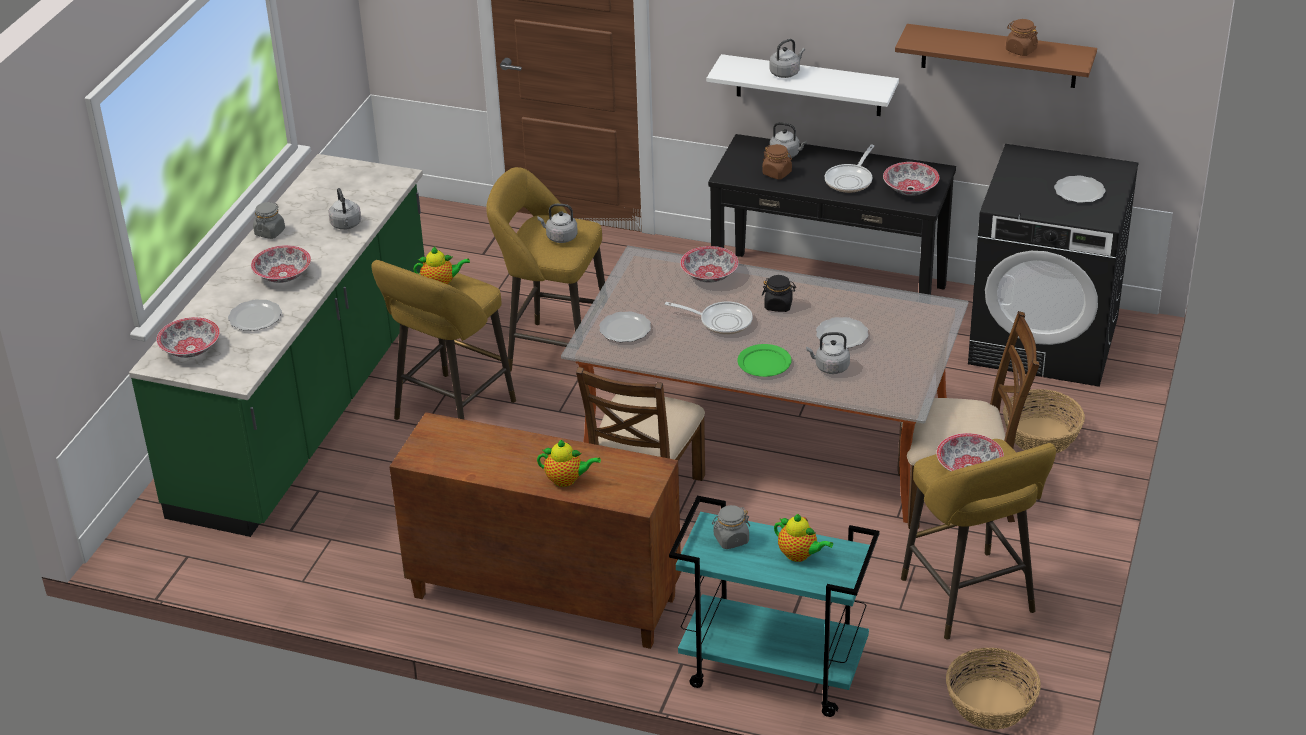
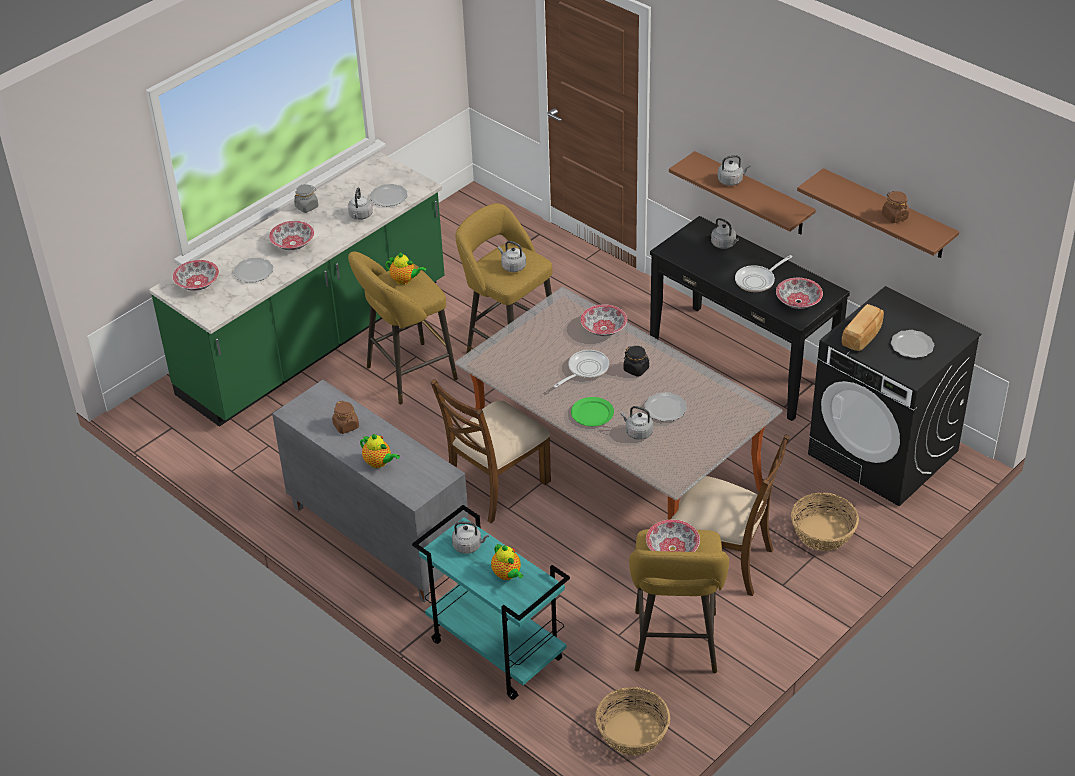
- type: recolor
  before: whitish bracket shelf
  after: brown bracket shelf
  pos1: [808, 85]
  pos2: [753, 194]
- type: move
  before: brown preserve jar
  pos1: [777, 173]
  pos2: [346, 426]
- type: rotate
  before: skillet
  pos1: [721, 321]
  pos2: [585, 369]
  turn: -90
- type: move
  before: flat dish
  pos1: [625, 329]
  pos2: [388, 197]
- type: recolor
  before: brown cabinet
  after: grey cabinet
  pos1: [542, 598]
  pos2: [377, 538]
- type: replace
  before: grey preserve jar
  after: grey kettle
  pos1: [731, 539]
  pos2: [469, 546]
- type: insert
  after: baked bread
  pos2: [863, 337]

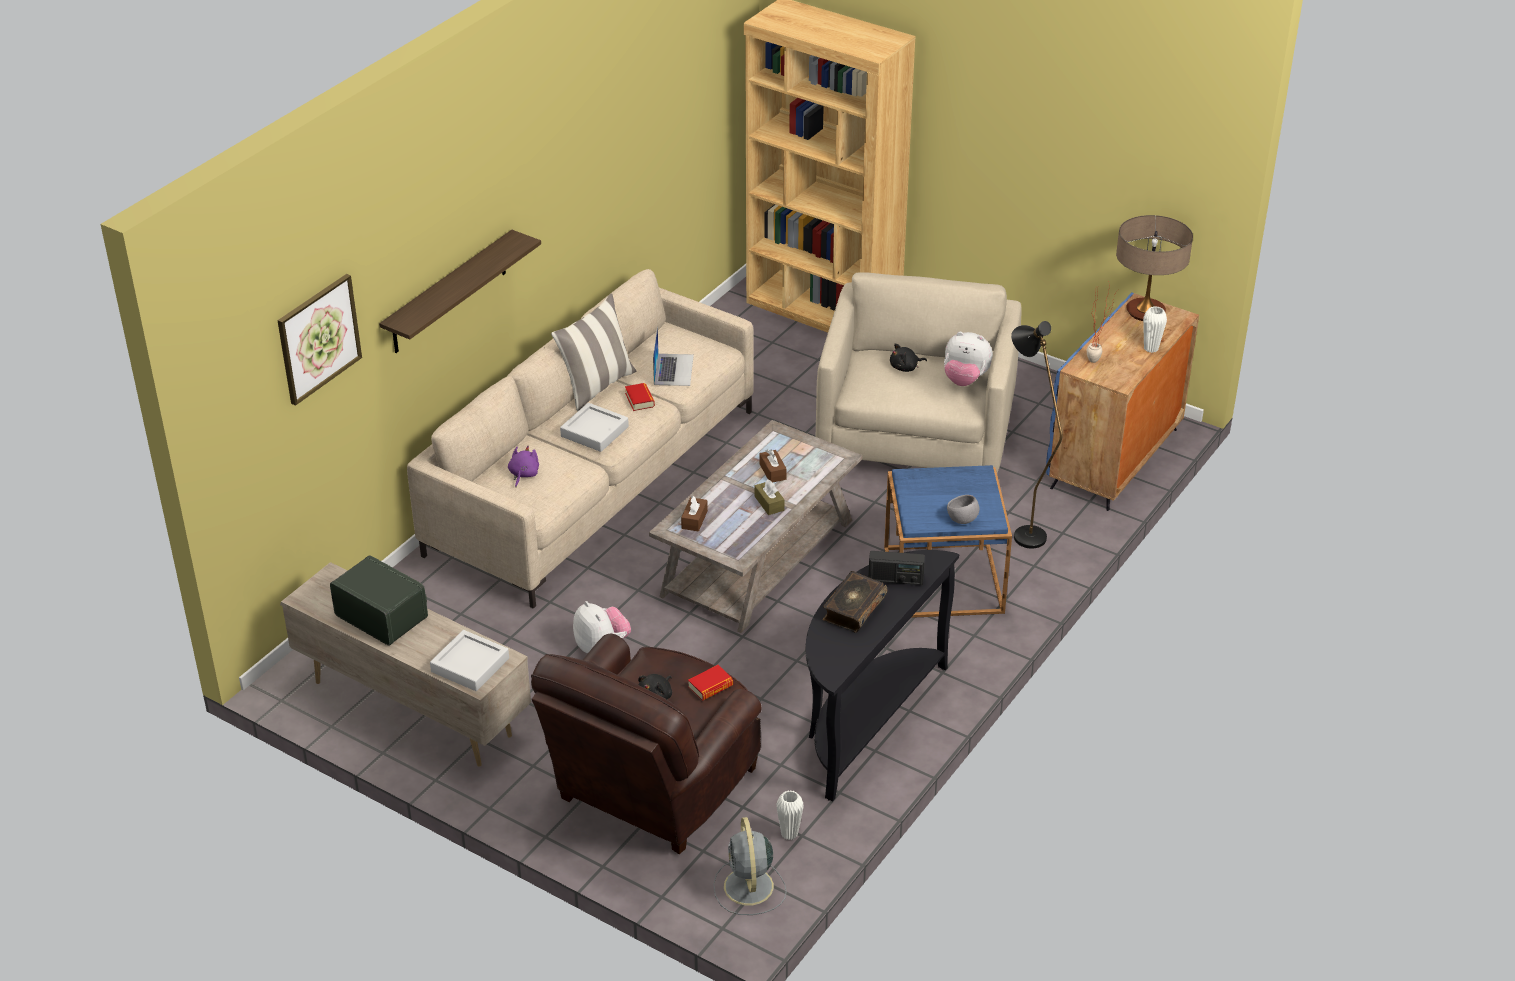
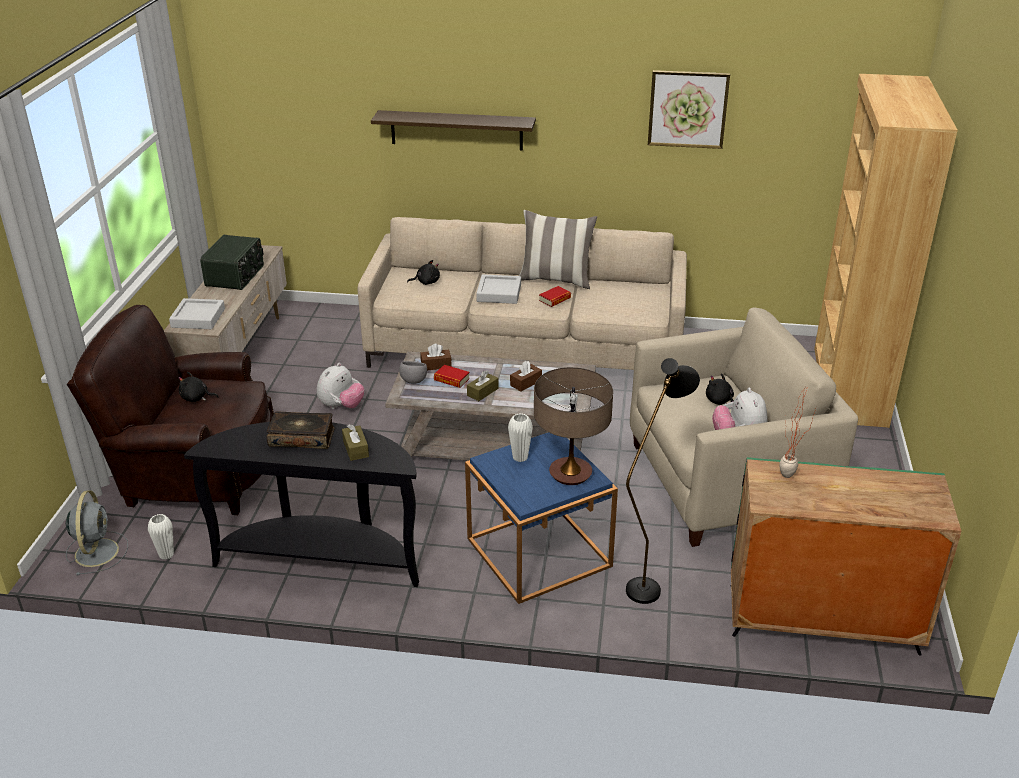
- type: move
  before: table lamp
  pos1: [1145, 312]
  pos2: [570, 474]
- type: move
  before: wall picture
  pos1: [318, 338]
  pos2: [688, 109]
- type: recolor
  before: bluish cabinet
  after: greenish cabinet
  pos1: [1114, 459]
  pos2: [821, 619]
- type: move
  before: whitish decorative vase
  pos1: [1151, 348]
  pos2: [520, 457]
- type: delete
  before: laptop
  pos1: [673, 369]
- type: recolor
  before: purplish cuddly toy
  after: black cuddly toy
  pos1: [523, 474]
  pos2: [426, 282]
- type: move
  before: grey deep dish
  pos1: [962, 520]
  pos2: [413, 381]
- type: replace
  before: radio receiver
  after: brown tissue box
  pos1: [895, 579]
  pos2: [356, 449]
- type: move
  before: bound book
  pos1: [710, 686]
  pos2: [451, 379]
- type: rotate
  before: grey fan
  pos1: [749, 888]
  pos2: [97, 551]
  turn: 120

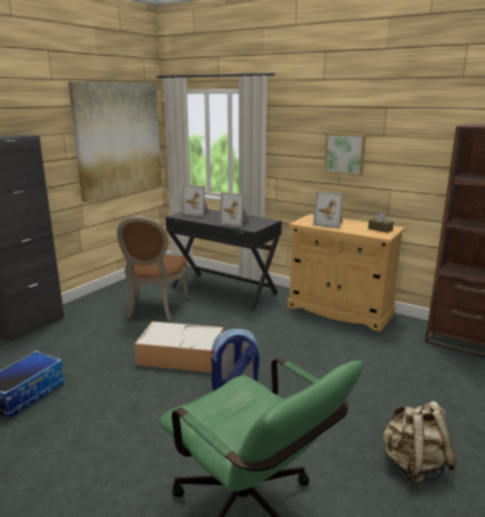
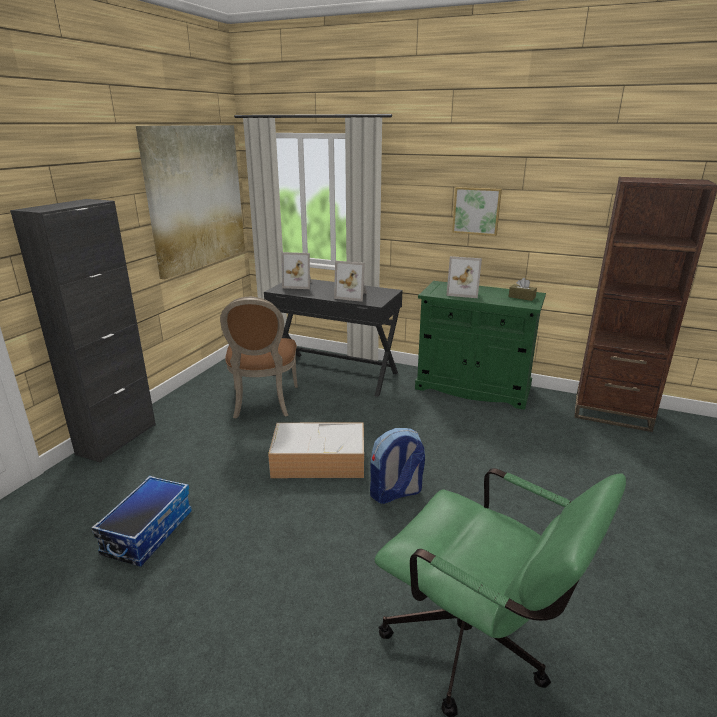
- type: recolor
  before: beige-coloured cabinet
  after: greenish cabinet
  pos1: [340, 310]
  pos2: [473, 388]
- type: delete
  before: beige-coloured knapsack
  pos1: [413, 466]

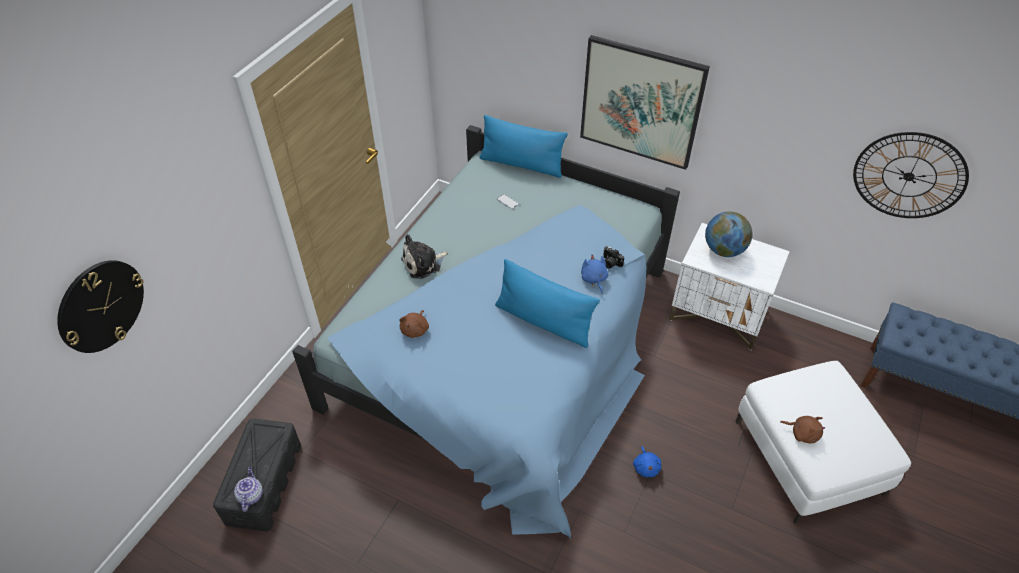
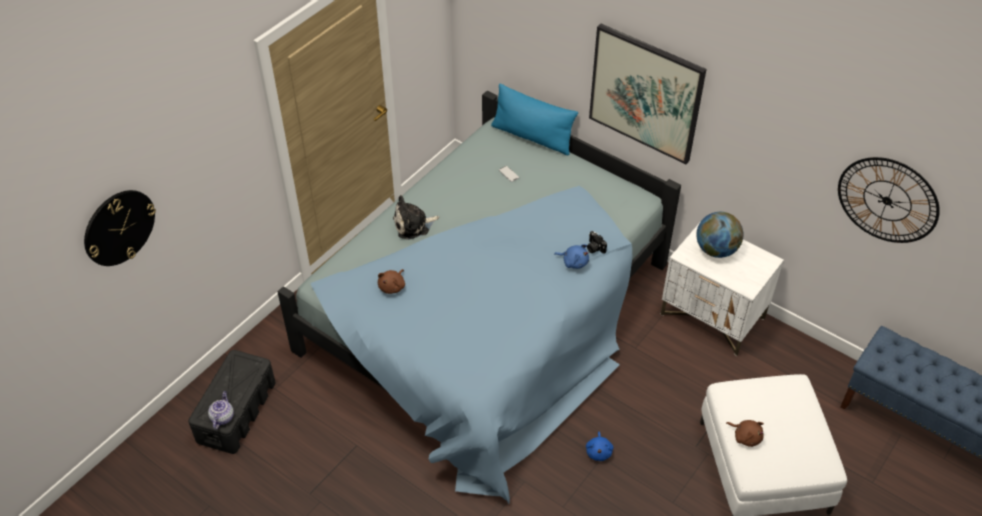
- type: rotate
  before: bluish cuddly toy
  pos1: [594, 279]
  pos2: [574, 262]
  turn: 120
- type: delete
  before: bluish pillow
  pos1: [543, 321]

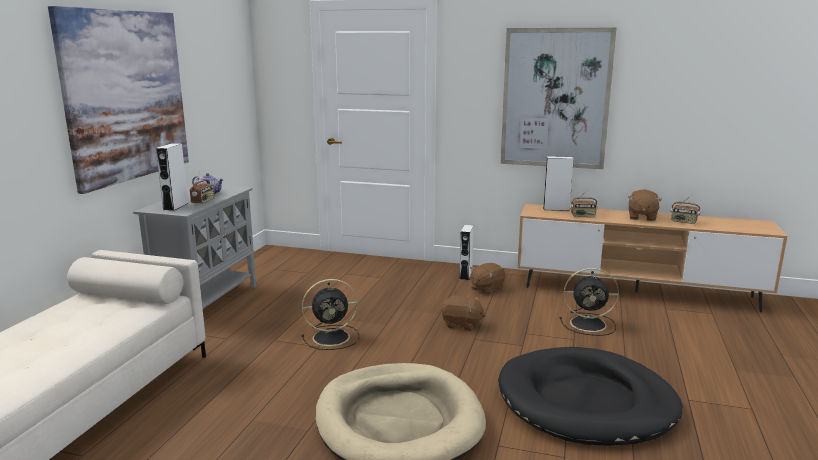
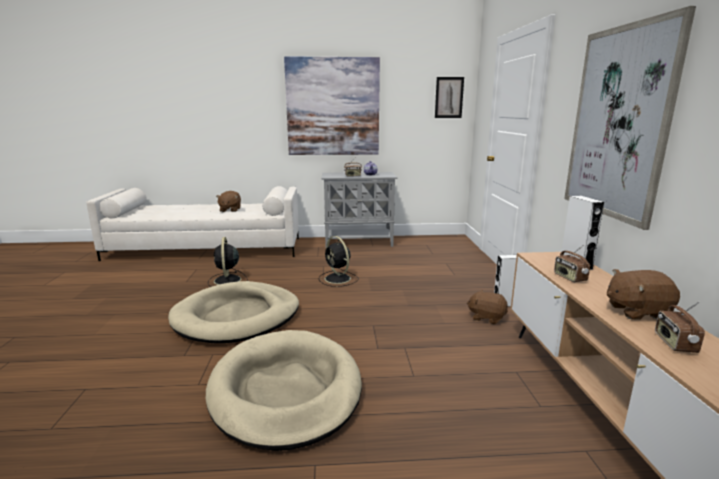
- type: delete
  before: whitish audio speaker
  pos1: [175, 206]
- type: move
  before: black fan
  pos1: [589, 324]
  pos2: [227, 280]
- type: move
  before: brown cuddly toy
  pos1: [462, 324]
  pos2: [230, 210]
- type: recolor
  before: black dog cushion
  after: beige-coloured dog cushion
  pos1: [586, 402]
  pos2: [286, 390]
- type: insert
  after: wall picture
  pos2: [449, 97]

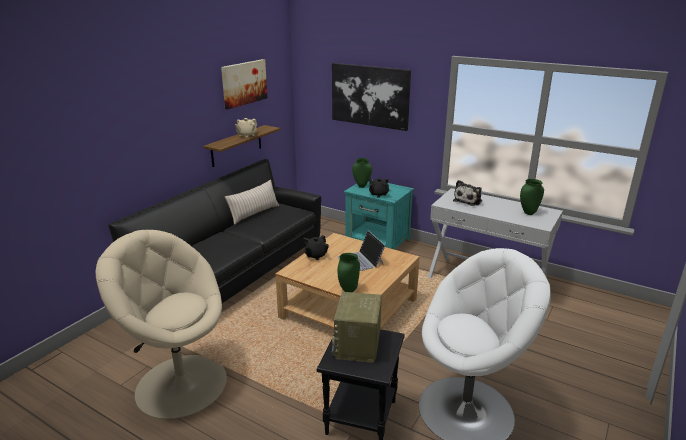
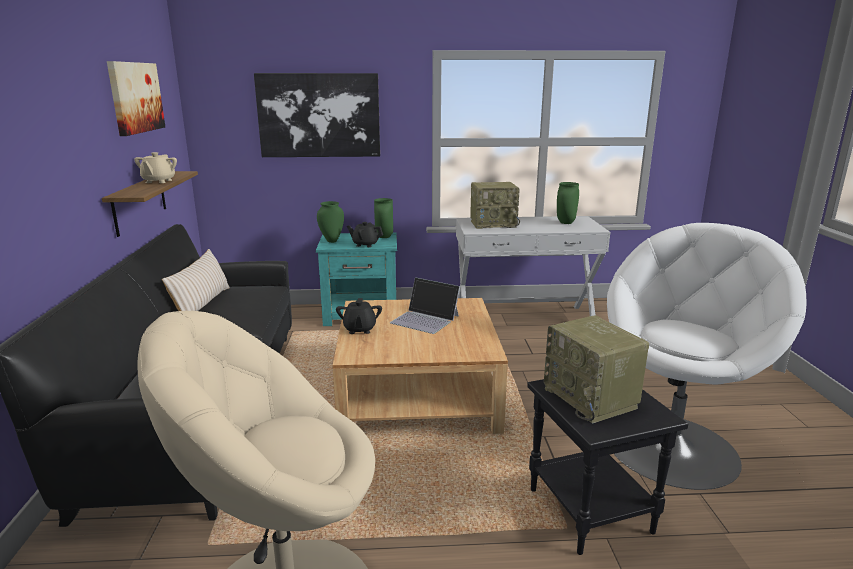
- type: replace
  before: cuddly toy
  after: radio receiver
  pos1: [468, 200]
  pos2: [494, 224]
- type: move
  before: greenish decorative vase
  pos1: [348, 290]
  pos2: [383, 237]

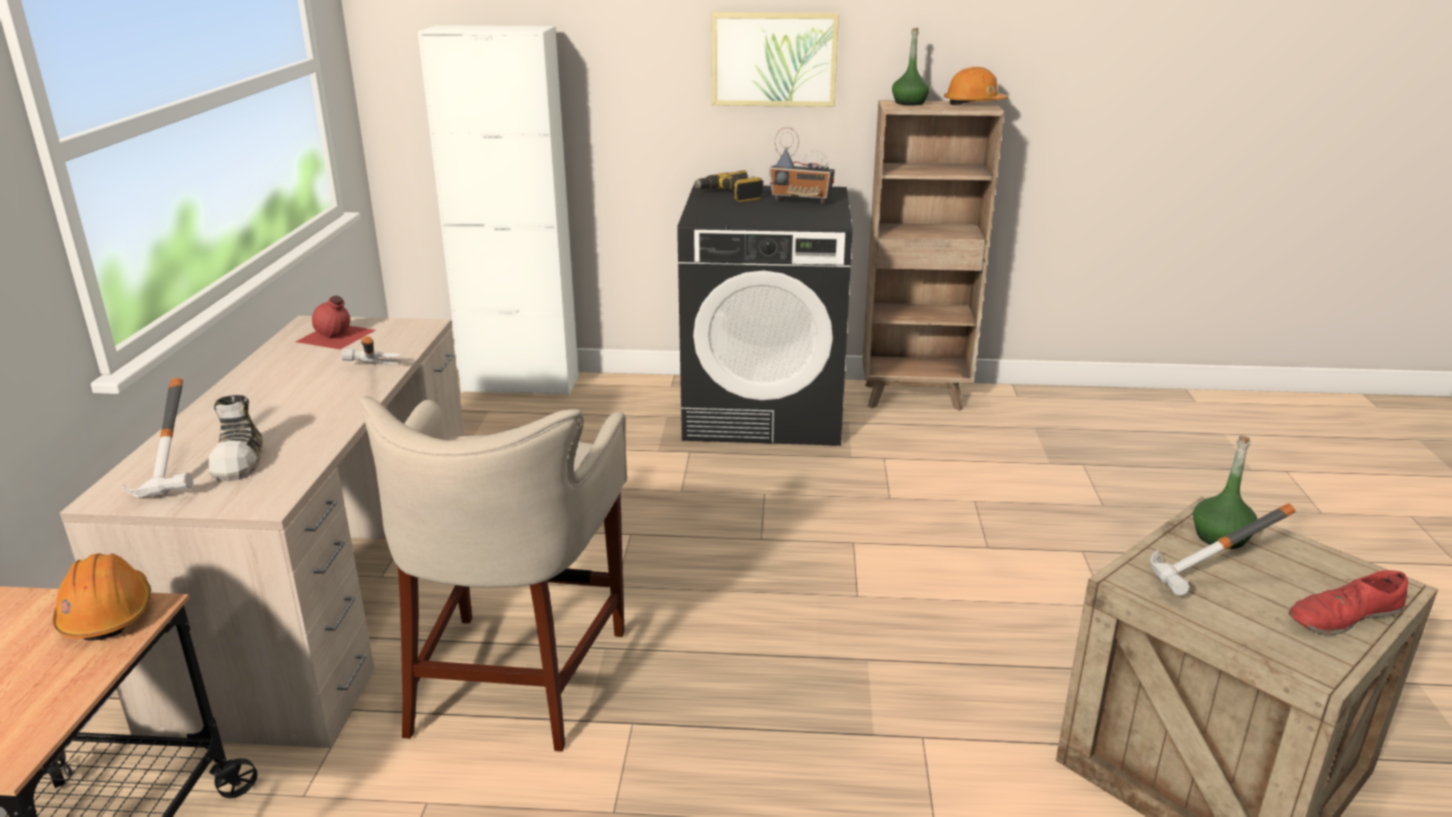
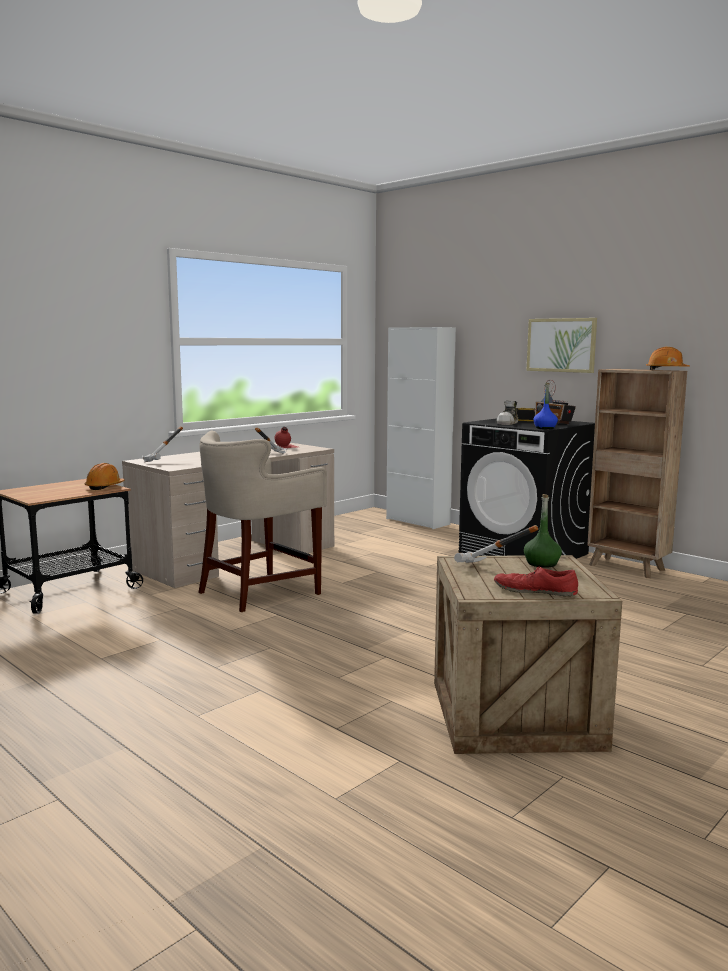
- type: delete
  before: greenish drink bottle
  pos1: [909, 103]
- type: move
  before: item of footwear
  pos1: [240, 460]
  pos2: [508, 423]
- type: insert
  after: bluish drink bottle
  pos2: [545, 428]

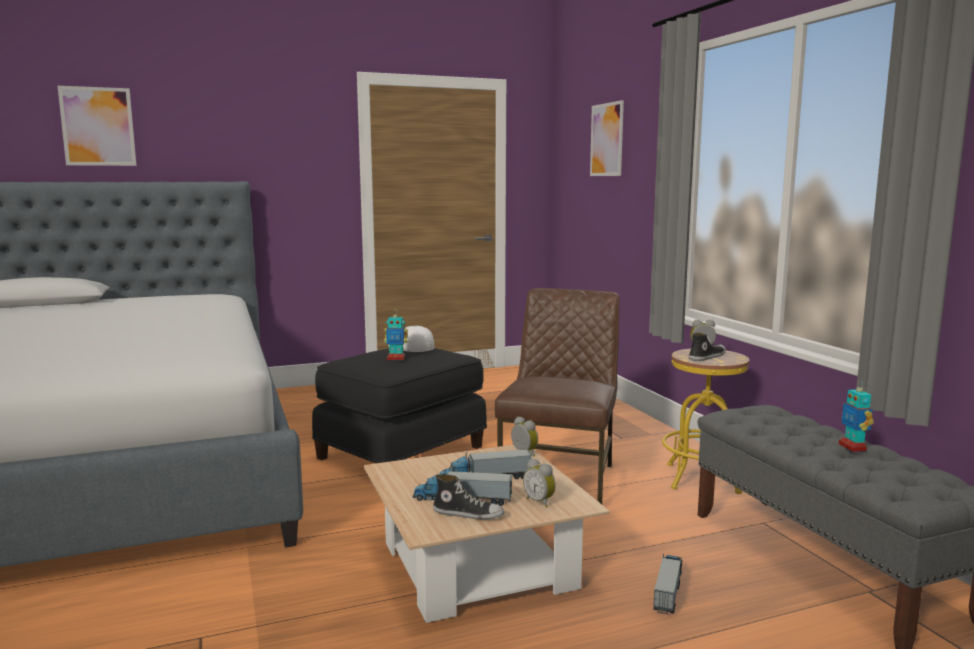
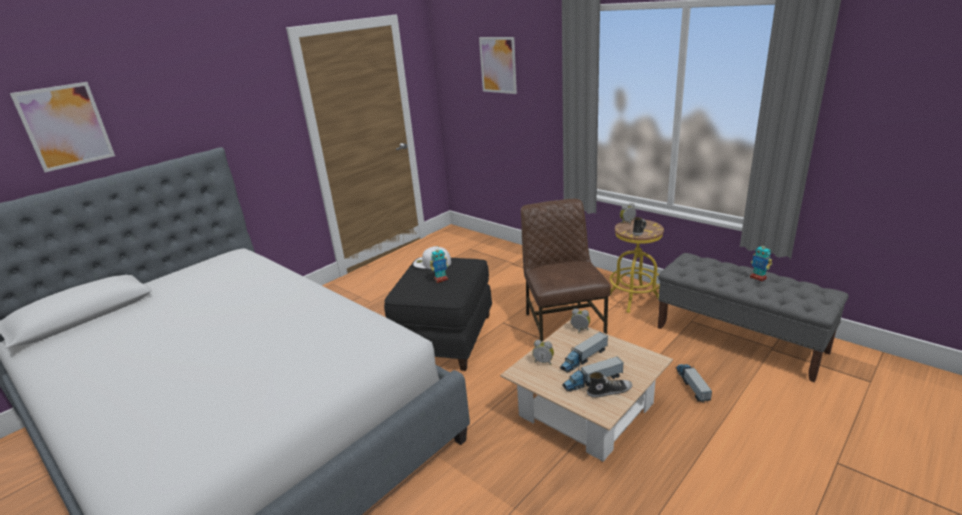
- type: move
  before: table clock
  pos1: [540, 501]
  pos2: [543, 361]

